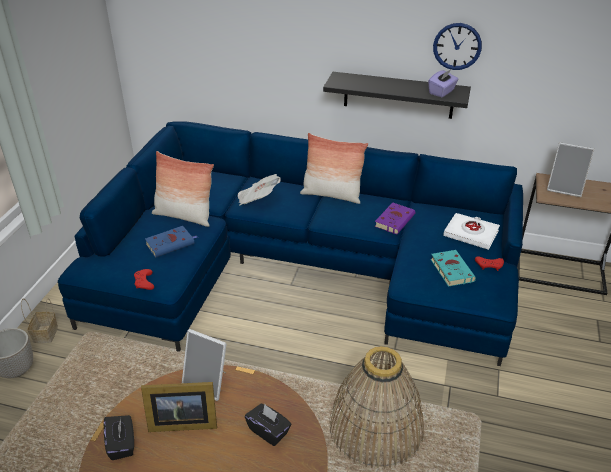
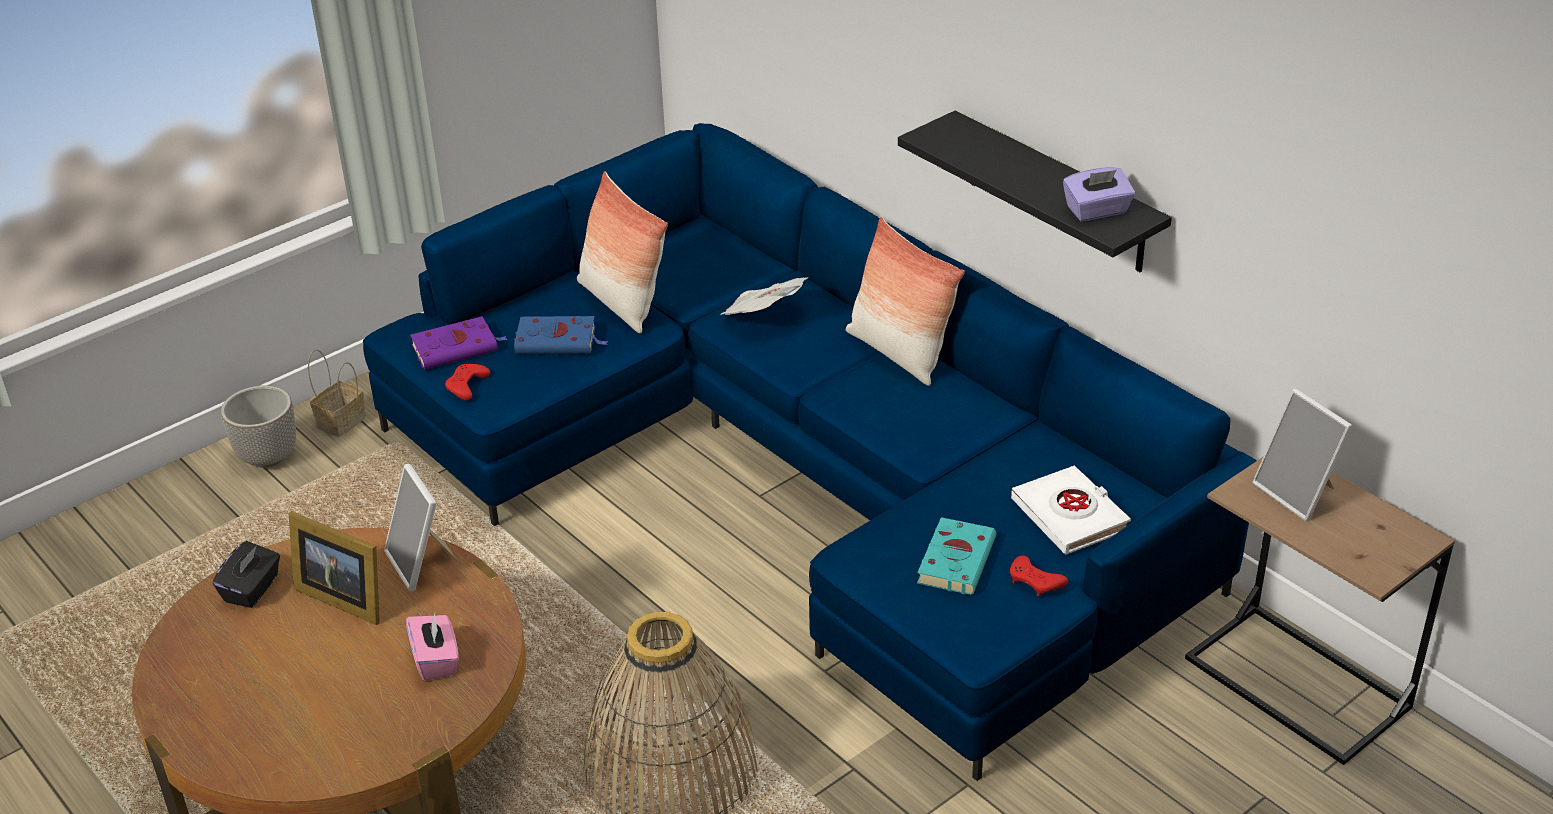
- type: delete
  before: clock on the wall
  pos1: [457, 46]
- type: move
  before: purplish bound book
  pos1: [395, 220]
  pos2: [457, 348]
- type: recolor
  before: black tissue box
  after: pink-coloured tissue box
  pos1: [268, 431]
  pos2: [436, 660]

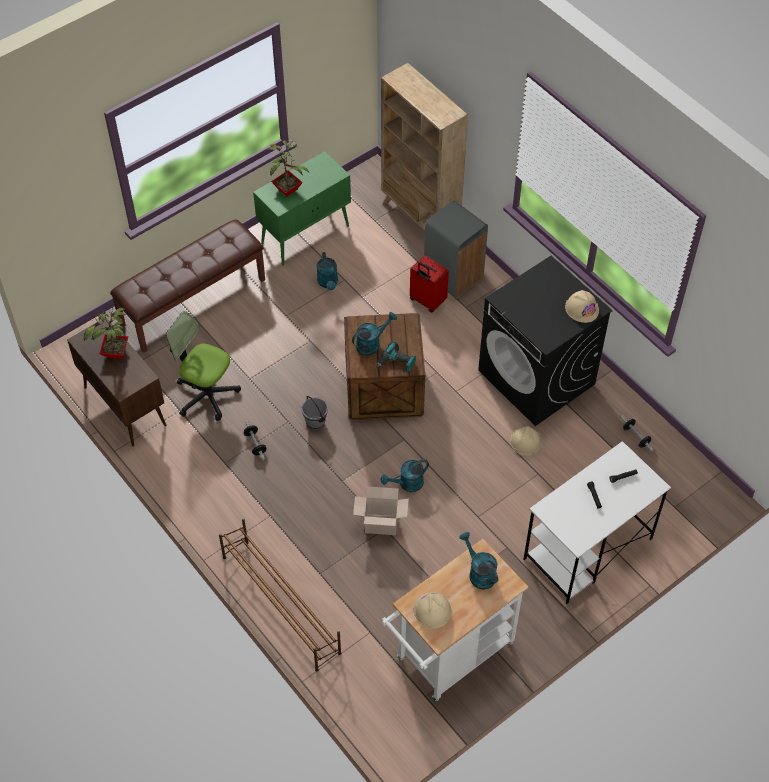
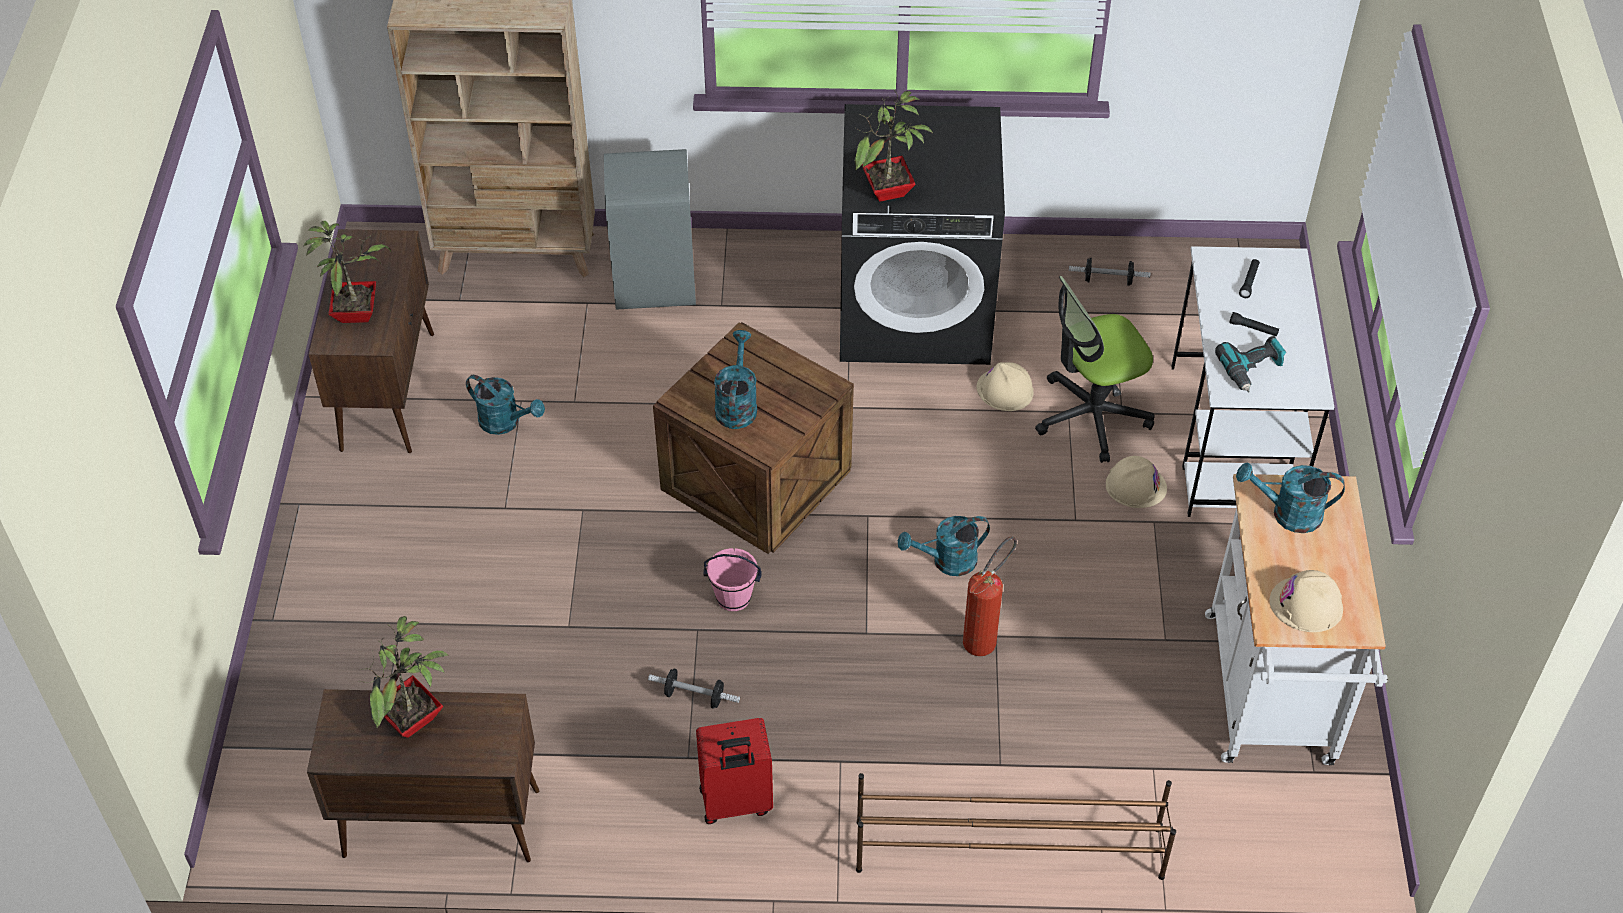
- type: recolor
  before: greenish cabinet
  after: brown cabinet
  pos1: [306, 234]
  pos2: [388, 390]
- type: delete
  before: brown bench
  pos1: [193, 301]
- type: move
  before: red-coloured piece of luggage
  pos1: [427, 301]
  pos2: [735, 803]
- type: move
  before: beige-coloured work helmet
  pos1: [582, 308]
  pos2: [1135, 486]
- type: move
  before: office chair
  pos1: [206, 394]
  pos2: [1091, 416]
- type: move
  before: electric drill
  pos1: [396, 362]
  pos2: [1252, 370]
- type: recolor
  before: grey bucket
  after: pink-coloured bucket
  pos1: [315, 423]
  pos2: [733, 598]
- type: rotate
  before: blue-green watering can
  pos1: [407, 484]
  pos2: [947, 562]
  turn: 60
- type: replace
  before: packing box
  after: fire extinguisher
  pos1: [380, 525]
  pos2: [985, 638]
- type: insert
  after: plant in a pot
  pos2: [888, 193]

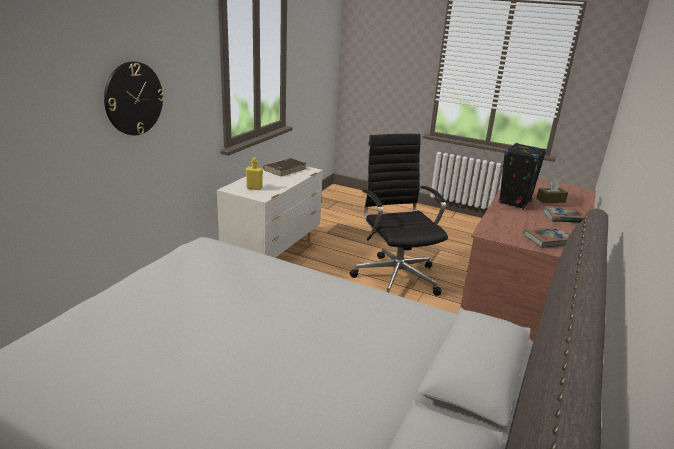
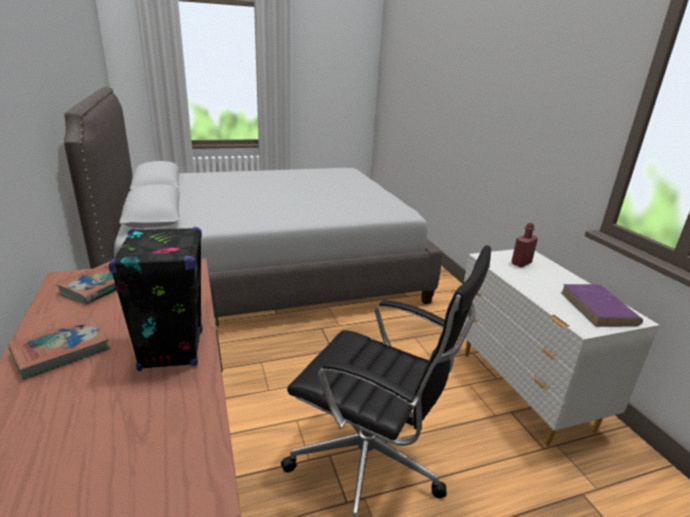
- type: delete
  before: clock on the wall
  pos1: [134, 98]
- type: recolor
  before: yellowish drink bottle
  after: red-coloured drink bottle
  pos1: [254, 188]
  pos2: [521, 263]
- type: recolor
  before: brown bound book
  after: purplish bound book
  pos1: [285, 169]
  pos2: [598, 309]
- type: delete
  before: brown tissue box
  pos1: [550, 200]

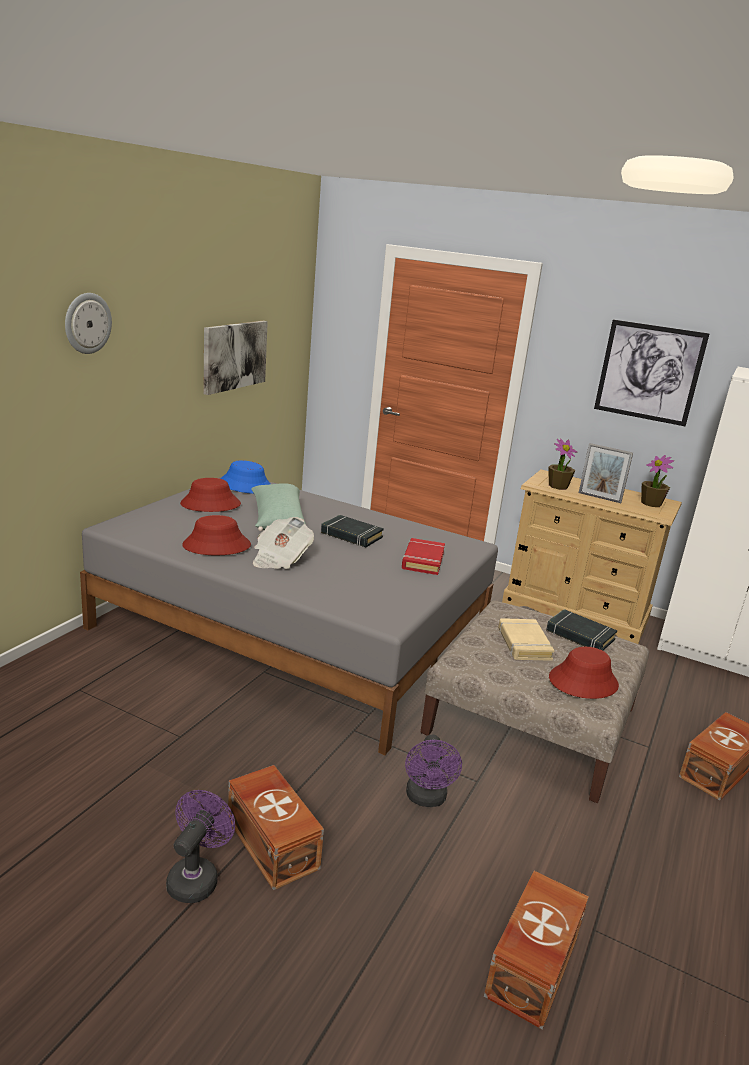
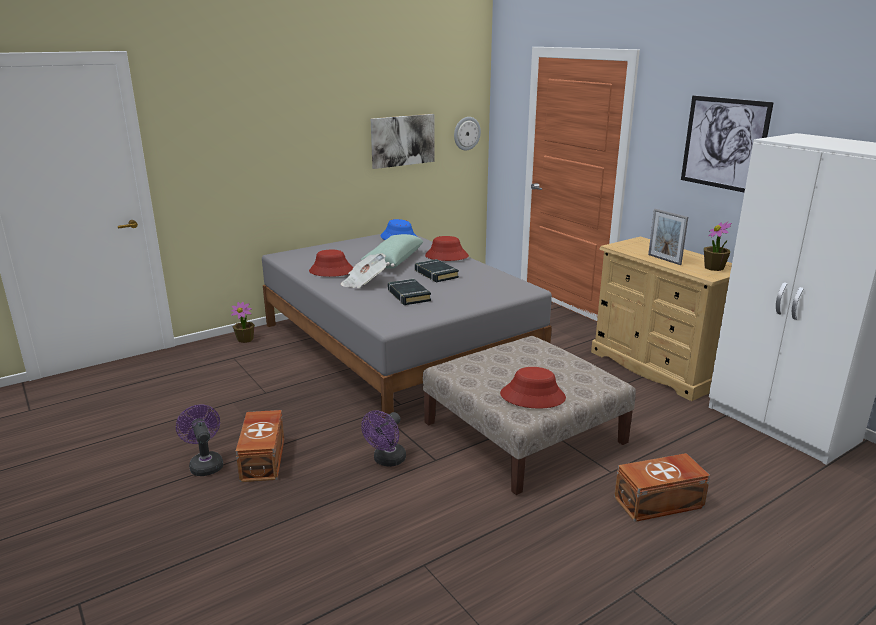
- type: move
  before: clock on the wall
  pos1: [87, 323]
  pos2: [466, 133]
- type: move
  before: plant in a pot
  pos1: [558, 486]
  pos2: [245, 339]
- type: move
  before: red-coloured wearable hat
  pos1: [210, 504]
  pos2: [446, 256]
- type: delete
  before: red-coloured bound book
  pos1: [422, 560]
- type: move
  before: black bound book
  pos1: [579, 635]
  pos2: [408, 295]
- type: delete
  before: beige-coloured bound book
  pos1: [523, 644]
- type: rotate
  before: purplish fan
  pos1: [196, 877]
  pos2: [205, 464]
  turn: -75
- type: delete
  before: brown storage container
  pos1: [530, 966]

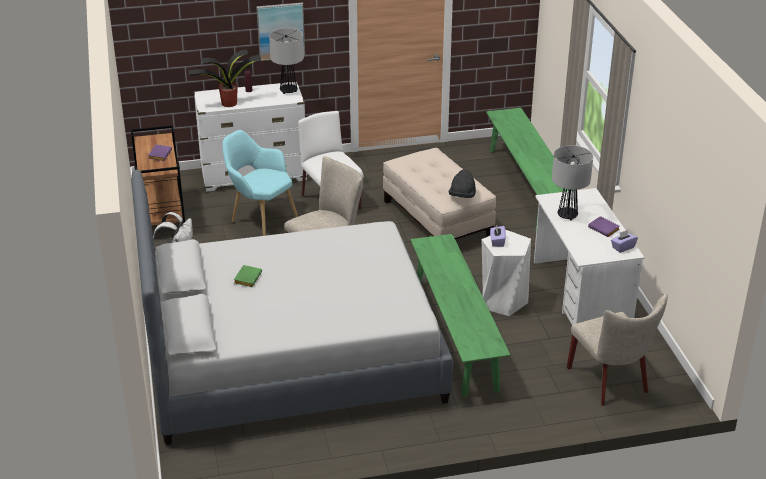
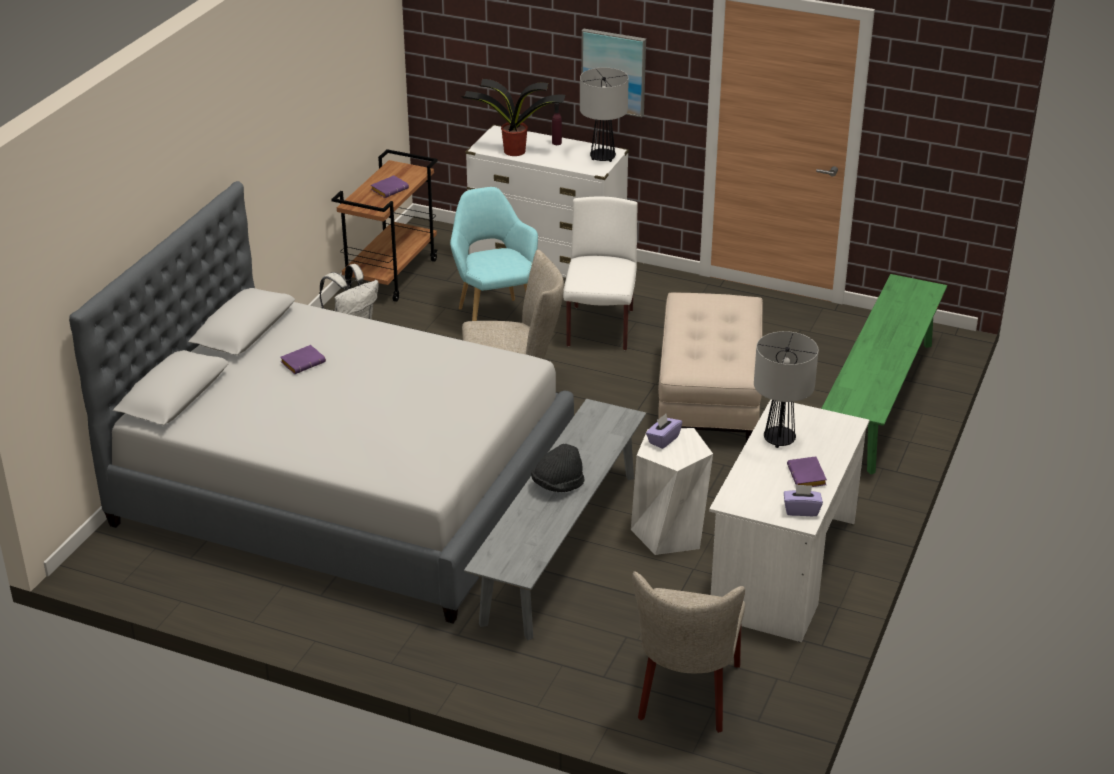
- type: move
  before: black wearable hat
  pos1: [462, 196]
  pos2: [558, 485]
- type: recolor
  before: greenish bench
  after: grey bench
  pos1: [455, 334]
  pos2: [560, 547]
- type: recolor
  before: greenish bound book
  after: purplish bound book
  pos1: [247, 278]
  pos2: [303, 362]

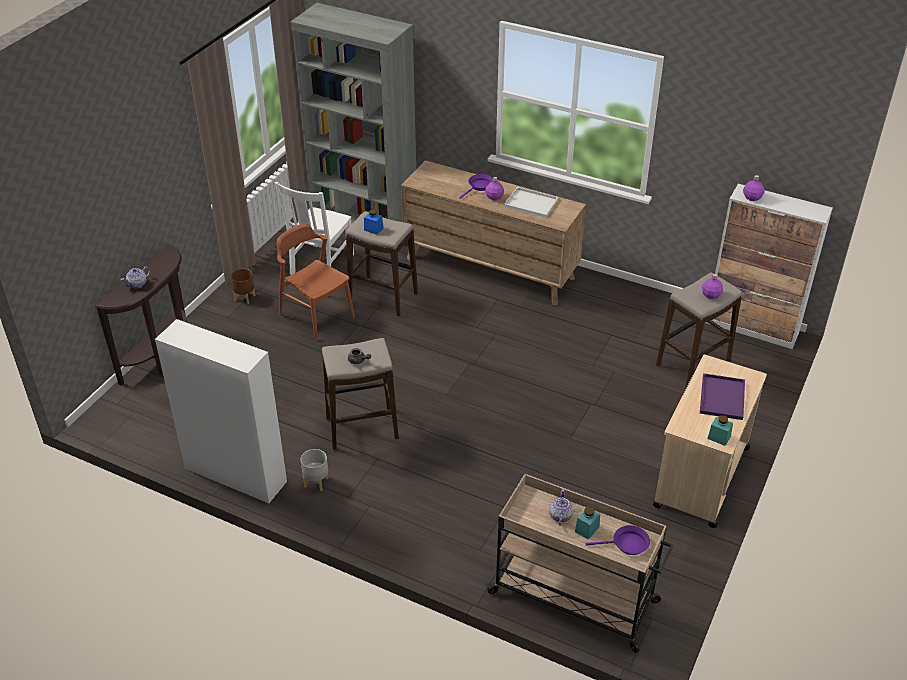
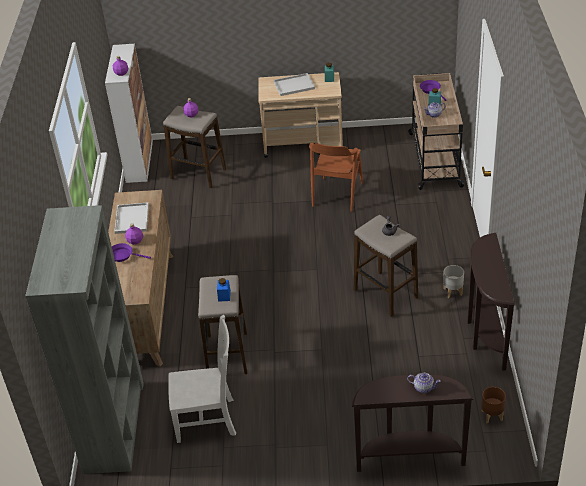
- type: move
  before: brown upright chair
  pos1: [316, 316]
  pos2: [337, 194]
- type: move
  before: brown plant pot
  pos1: [245, 298]
  pos2: [492, 415]
- type: replace
  before: cabinet
  after: brown console table
  pos1: [235, 474]
  pos2: [484, 335]
- type: recolor
  before: purplish tray
  after: whitish tray
  pos1: [721, 396]
  pos2: [293, 86]

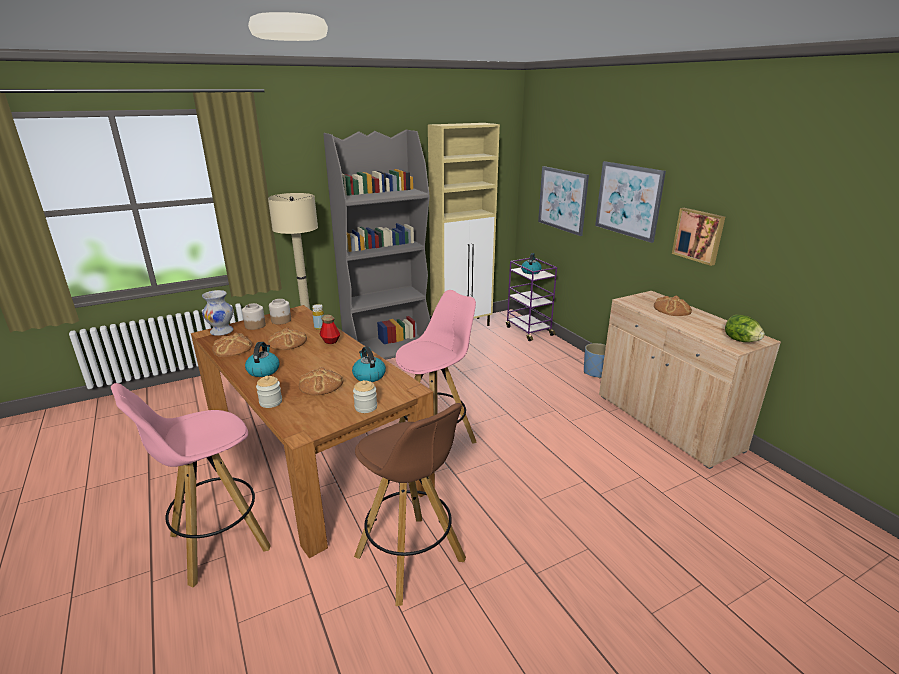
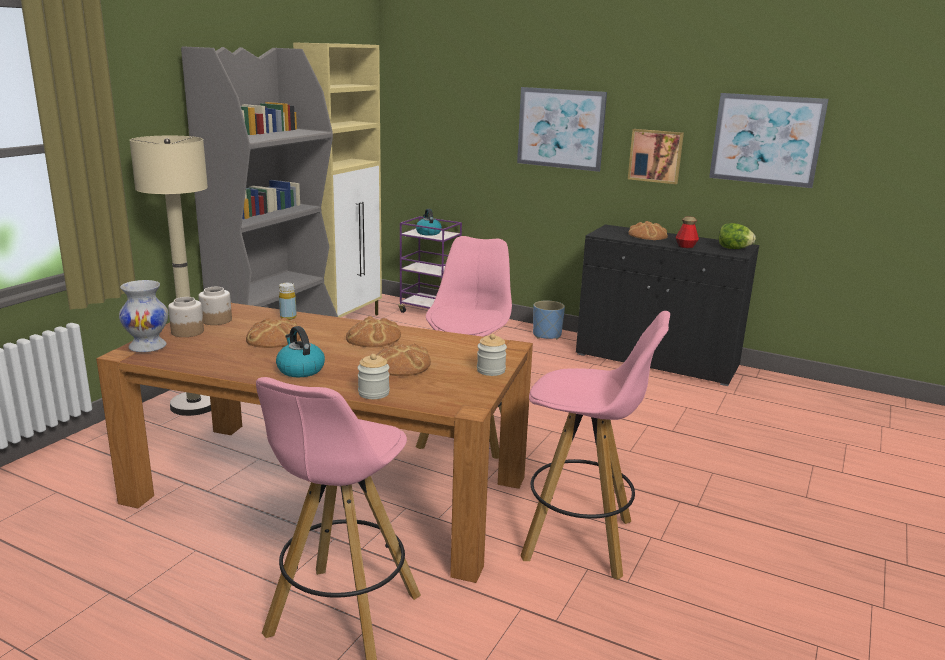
- type: move
  before: wall picture
  pos1: [562, 200]
  pos2: [766, 139]
- type: recolor
  before: beige-coloured cabinet
  after: black cabinet
  pos1: [666, 422]
  pos2: [656, 360]
- type: move
  before: drink bottle
  pos1: [330, 341]
  pos2: [686, 246]
- type: move
  before: baked bread
  pos1: [233, 348]
  pos2: [373, 337]
- type: delete
  before: kettle
  pos1: [369, 375]
- type: recolor
  before: brown sitting stool
  after: pink-coloured sitting stool
  pos1: [411, 559]
  pos2: [580, 540]

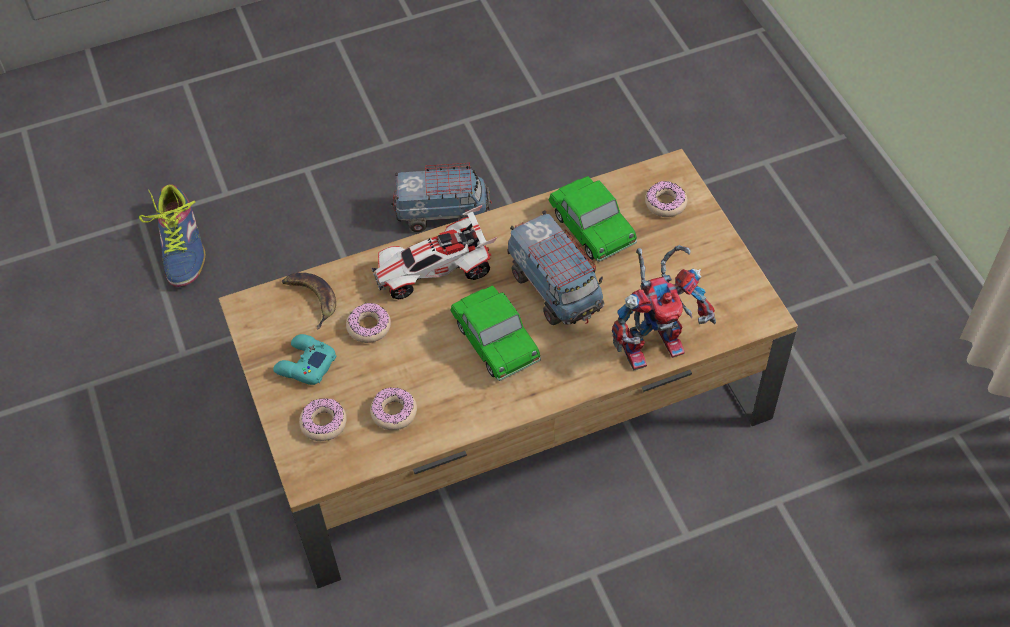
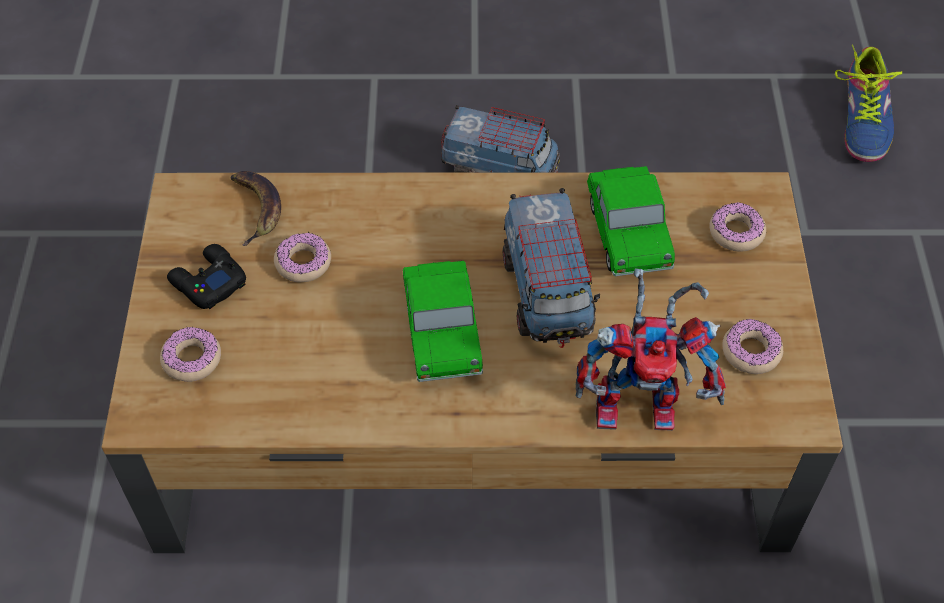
- type: move
  before: item of footwear
  pos1: [181, 246]
  pos2: [864, 119]
- type: delete
  before: miniature car
  pos1: [435, 272]
- type: recolor
  before: blue-green joypad
  after: black joypad
  pos1: [305, 364]
  pos2: [208, 282]
- type: move
  before: doughnut
  pos1: [394, 412]
  pos2: [751, 352]

